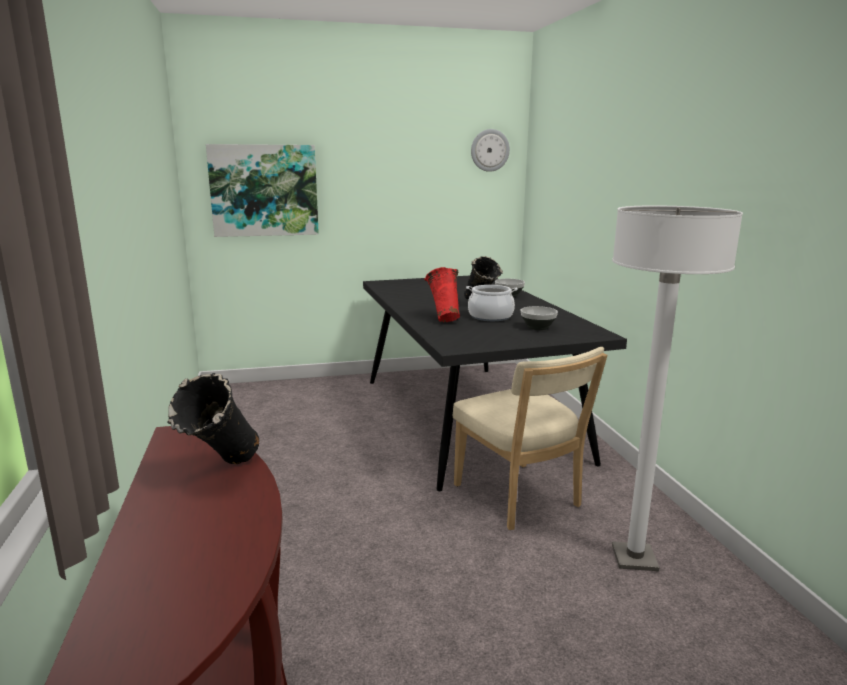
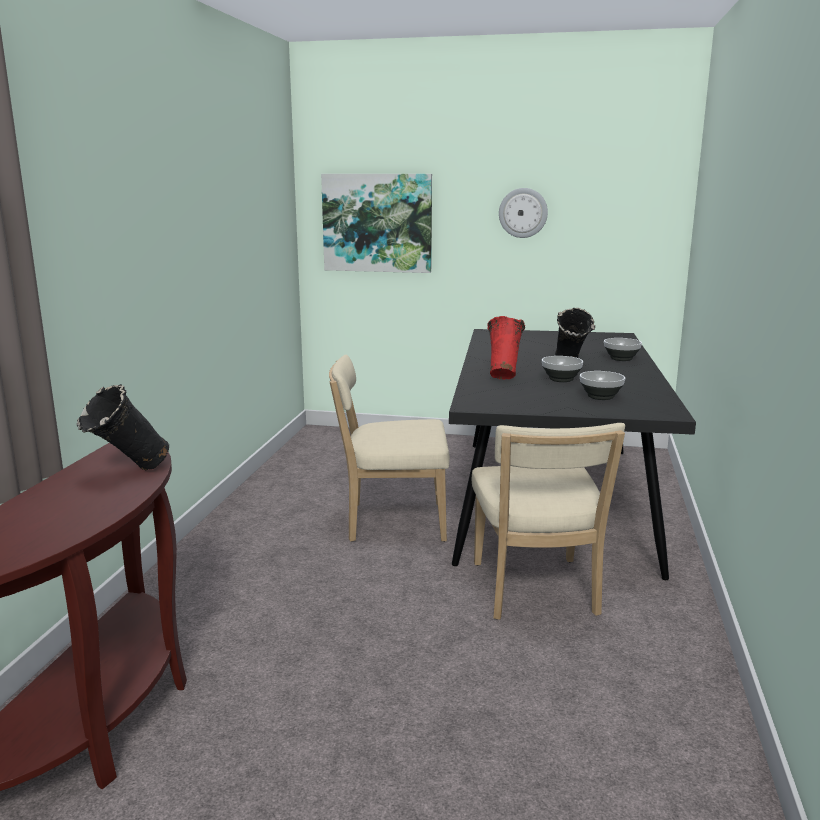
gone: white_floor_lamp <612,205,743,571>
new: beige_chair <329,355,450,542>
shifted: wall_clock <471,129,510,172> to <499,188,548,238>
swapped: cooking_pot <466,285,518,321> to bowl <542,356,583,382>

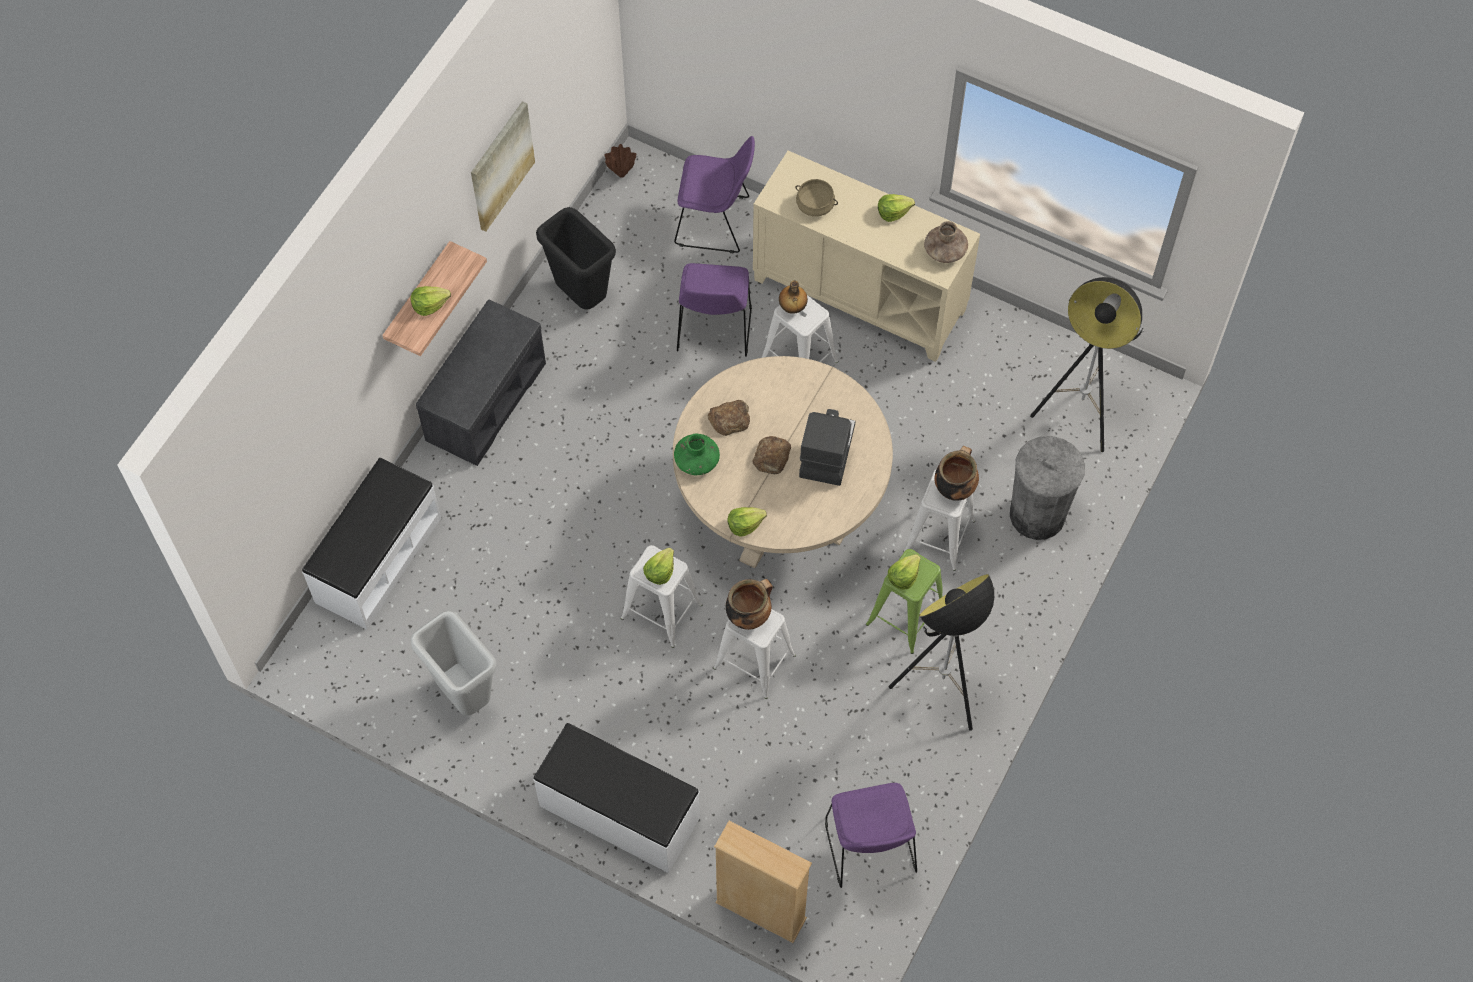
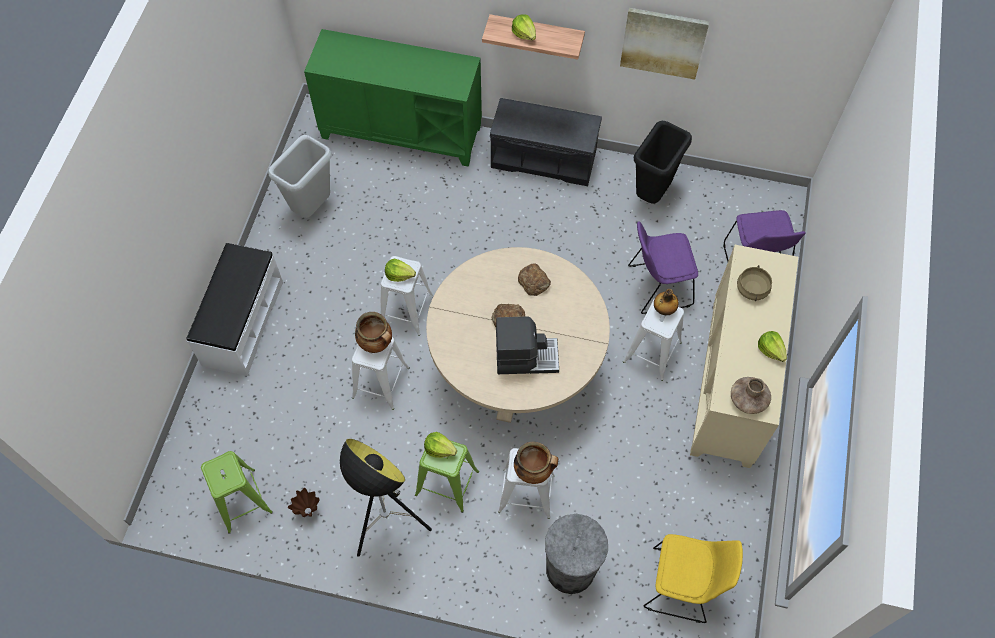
gone: green_vase <674,434,720,475>; beige_bookcase <714,821,812,943>; lettuce <727,507,767,537>
shifted: brown_vase <605,144,636,178> to <288,488,319,517>
swapped: white_bench <302,458,441,629> to green_cabinet <304,29,482,167>; purple_chair <825,783,917,888> to green_stool <201,451,273,534>; floor_lamp <1030,277,1144,452> to yellow_chair <644,534,743,623>

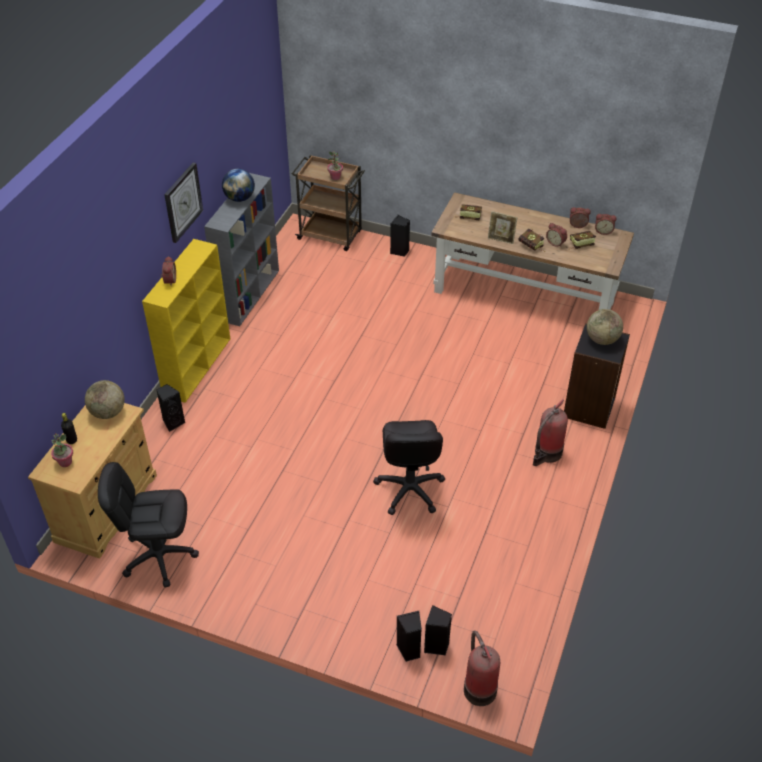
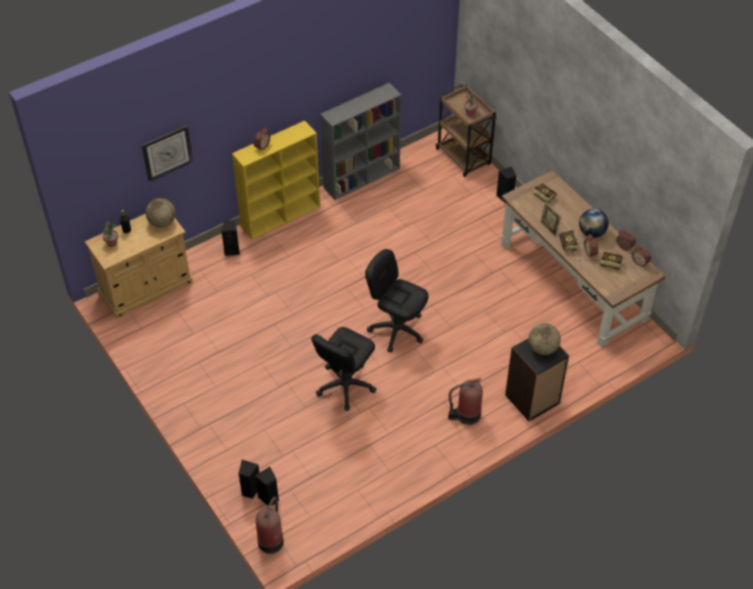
shifted: black_office_chair <98,462,199,588> to <365,249,428,353>; wall_clock <164,162,203,243> to <142,125,193,181>; globe <222,169,255,202> to <579,209,609,238>

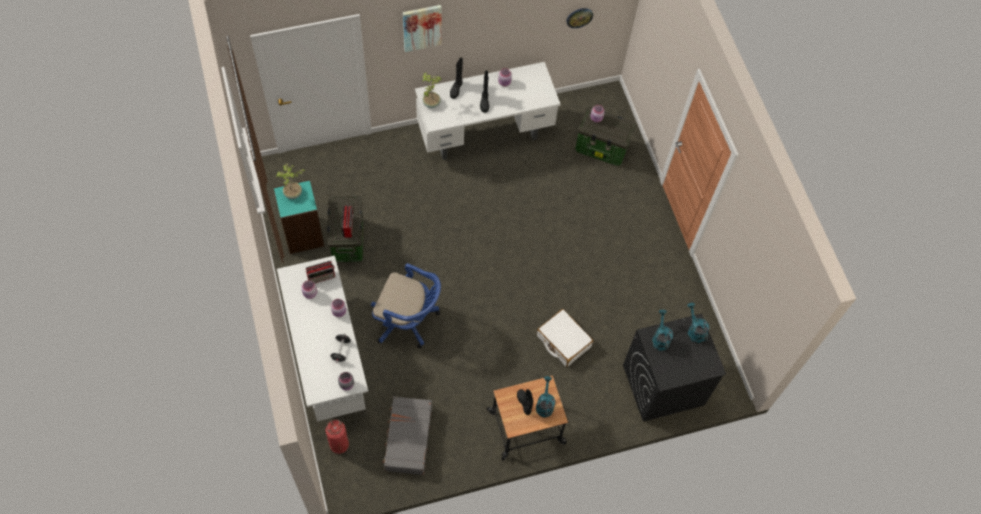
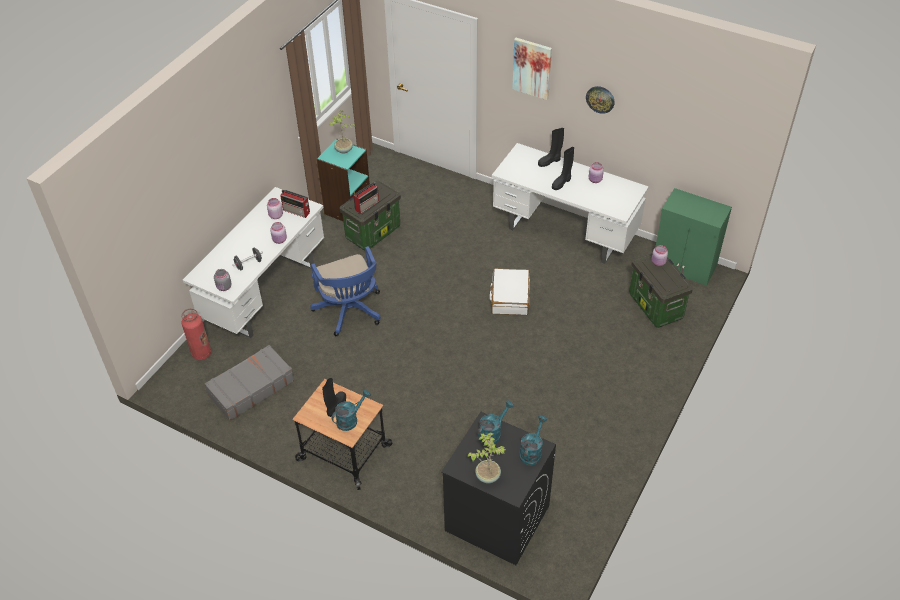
new: green_cabinet <655,188,732,286>
shifted: potted_plant <422,73,442,108> to <467,433,506,483>; white_suitcase <537,309,594,367> to <490,268,530,315>; wall_clock <567,8,593,28> to <586,86,615,114>

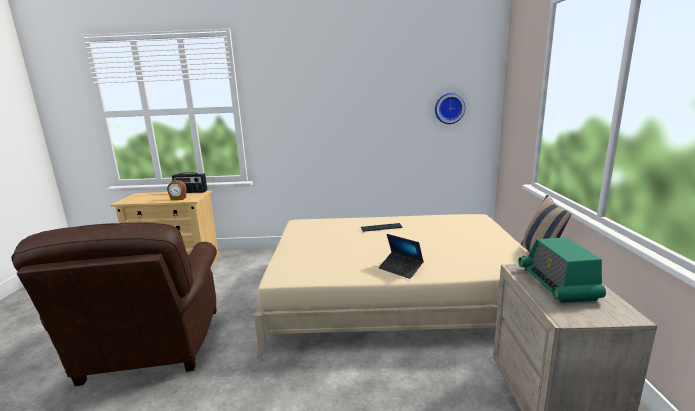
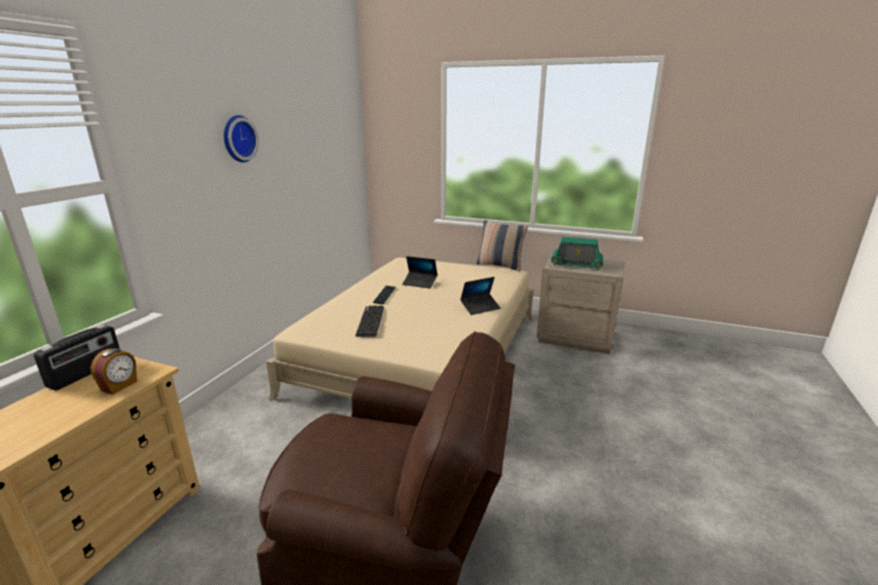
new: keyboard <355,306,384,337>; laptop <402,256,438,289>
shifted: wall_clock <435,93,465,124> to <224,115,259,162>

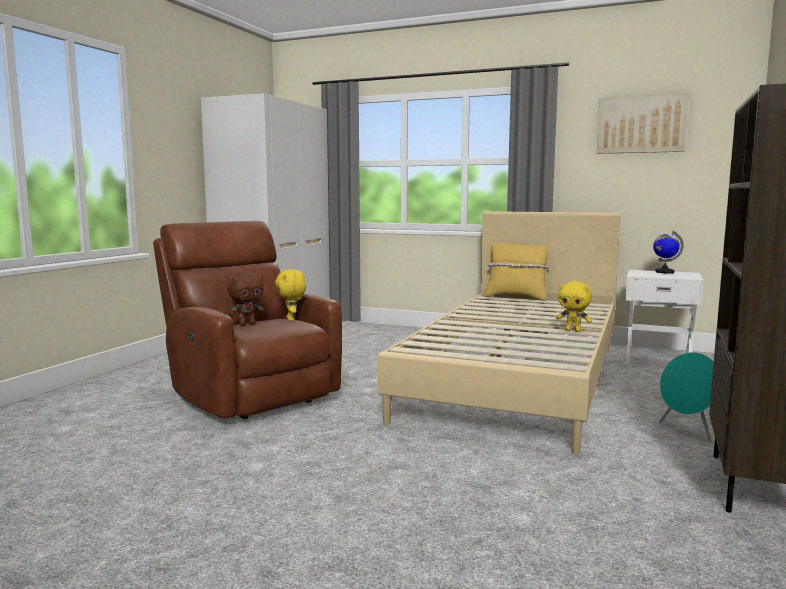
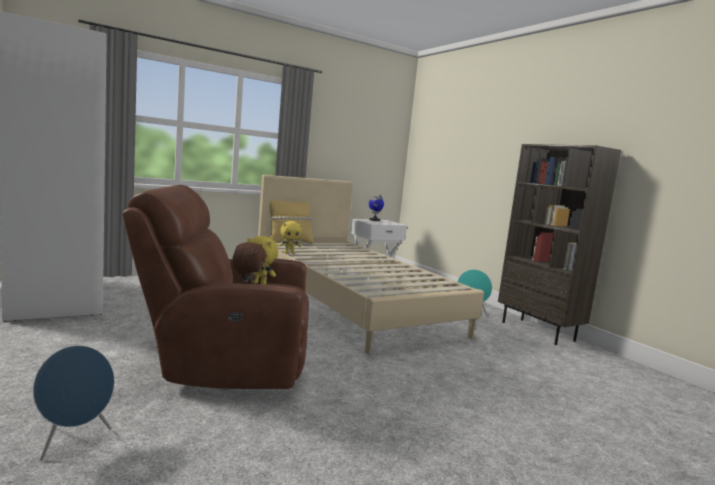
gone: picture <597,93,689,154>
new: blue_speaker <33,345,114,461>
shifted: yellow_plush_toy <556,281,592,332> to <278,221,302,254>

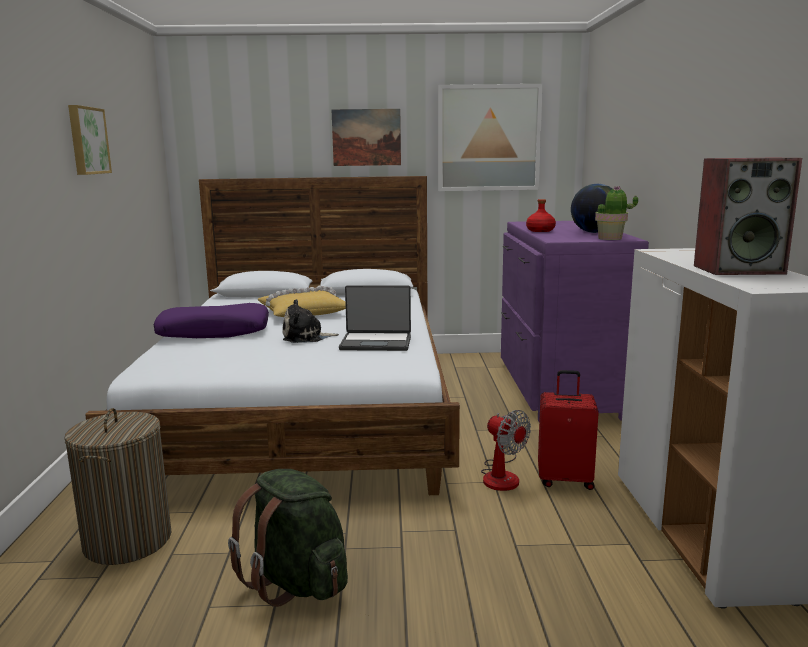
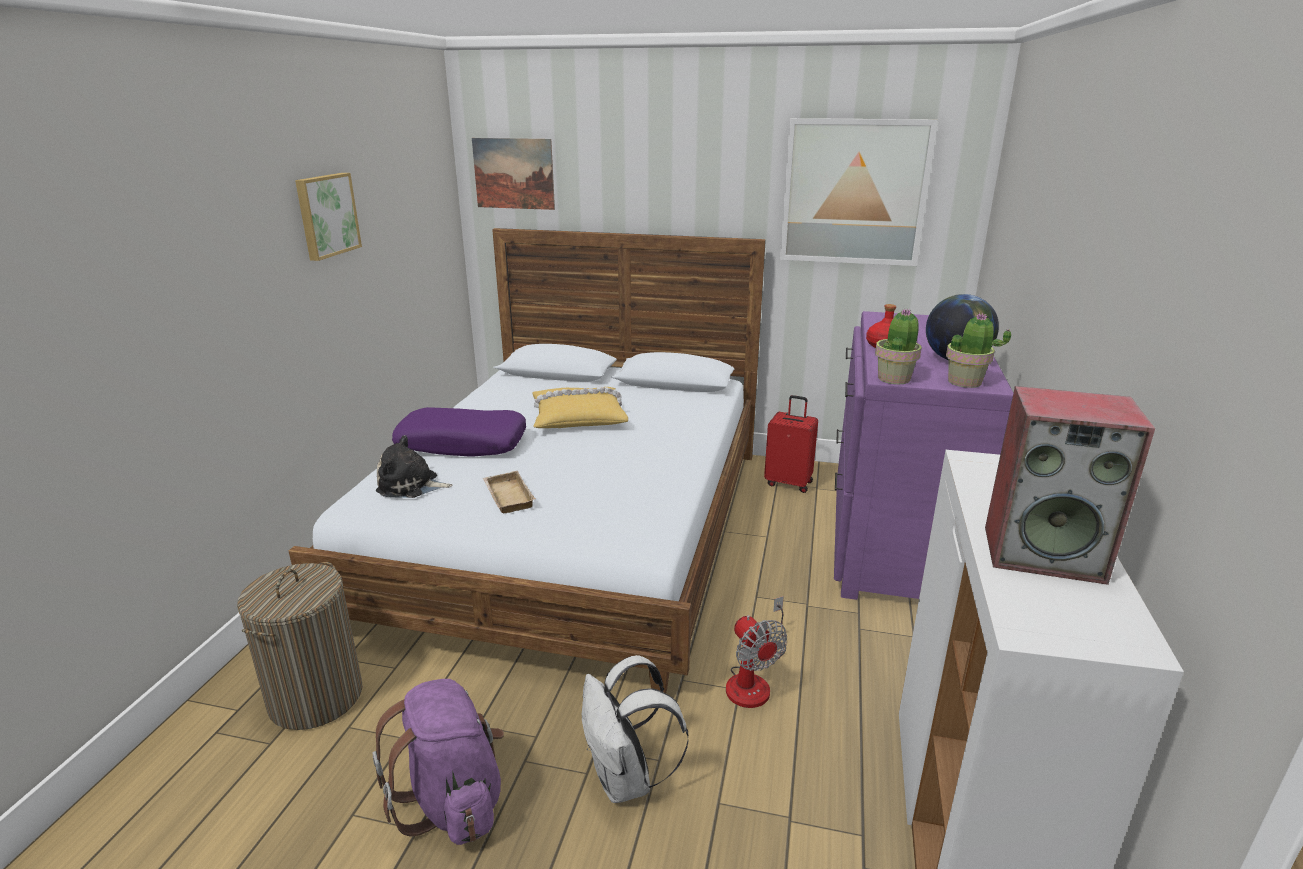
gone: laptop <339,286,411,351>
new: beige_tray <483,471,536,513>; white_backpack <582,655,689,803>; potted_plant <875,308,922,384>
shifted: plush_toy <283,299,339,343> to <376,435,453,498>; picture <331,109,401,166> to <472,138,555,210>; red_suitcase <538,370,599,490> to <764,395,818,493>
repainted: green_backpack <228,469,348,607> to purple_backpack <373,679,504,845>

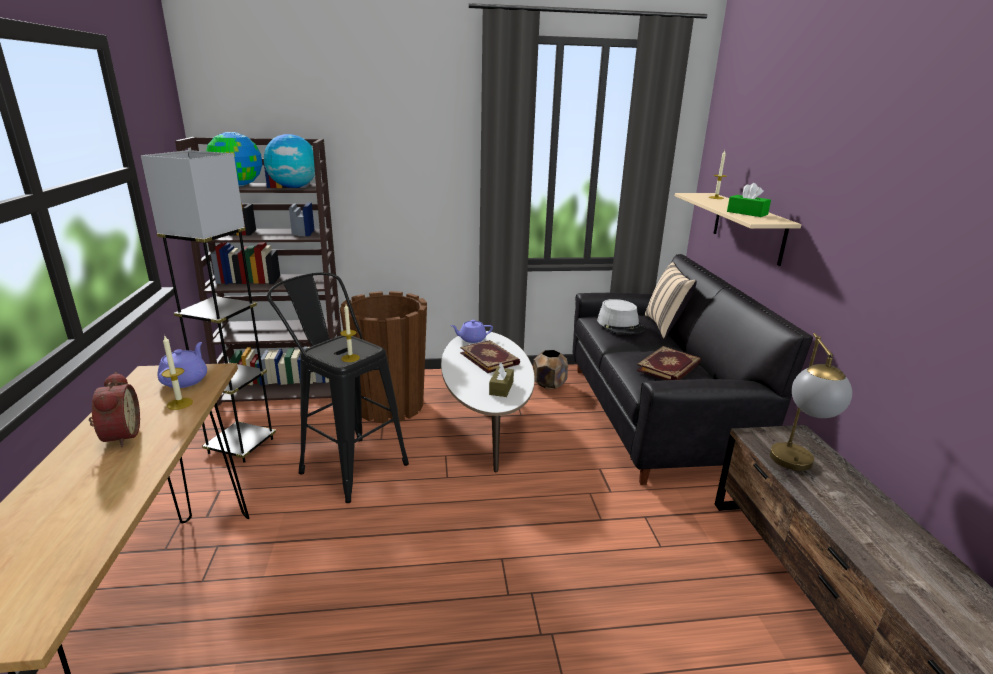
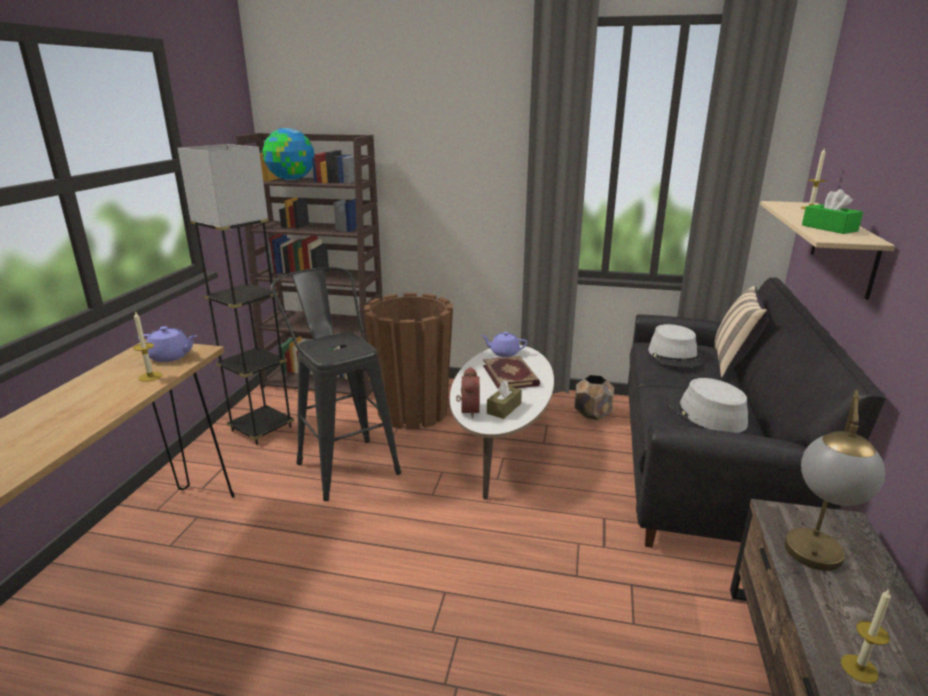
gone: globe <264,134,315,188>
shifted: alarm_clock <89,372,140,447> to <456,367,480,418>; candle <340,304,360,362> to <841,589,891,684>
swapped: book <636,346,701,380> to grey_hat <667,378,748,433>
rotated: purple_teapot <157,342,207,388> = <138,326,197,362> 75 degrees clockwise

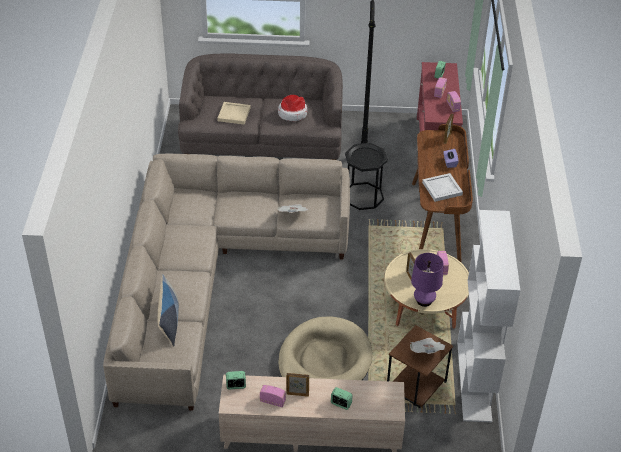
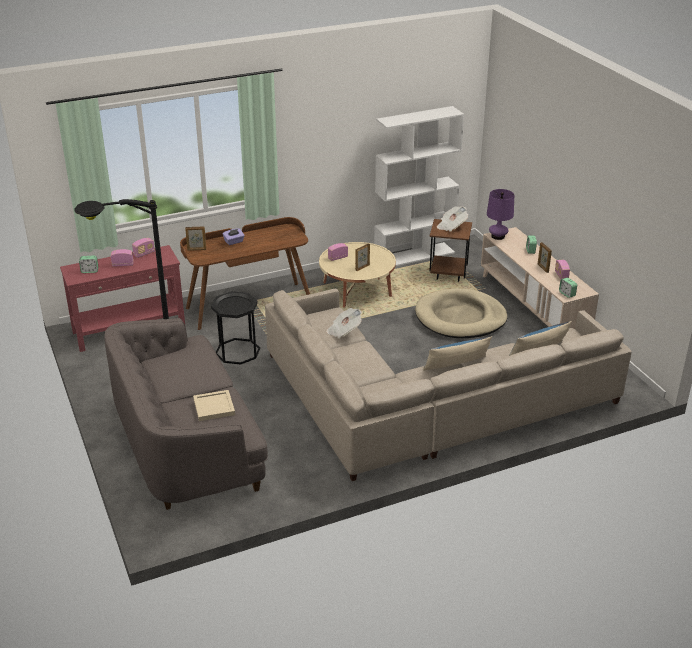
gone: hat <278,95,307,121>; white_tray <422,173,463,202>
new: pillow <423,336,492,371>
shifted: purple_table_lamp <411,253,444,307> to <487,189,514,240>

